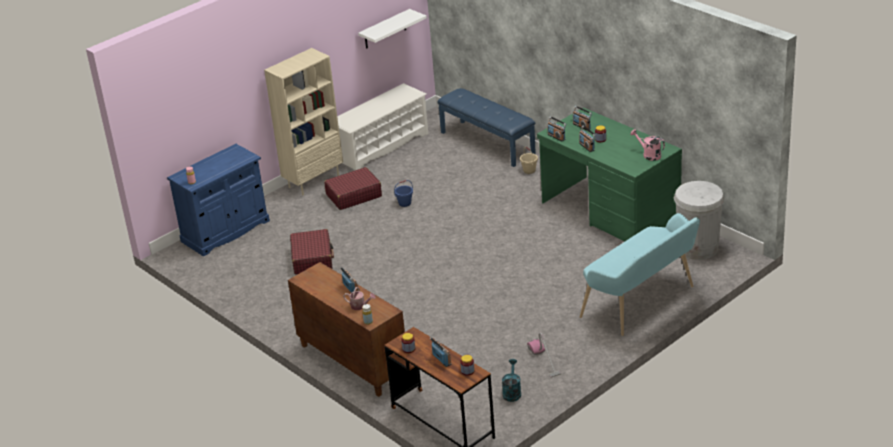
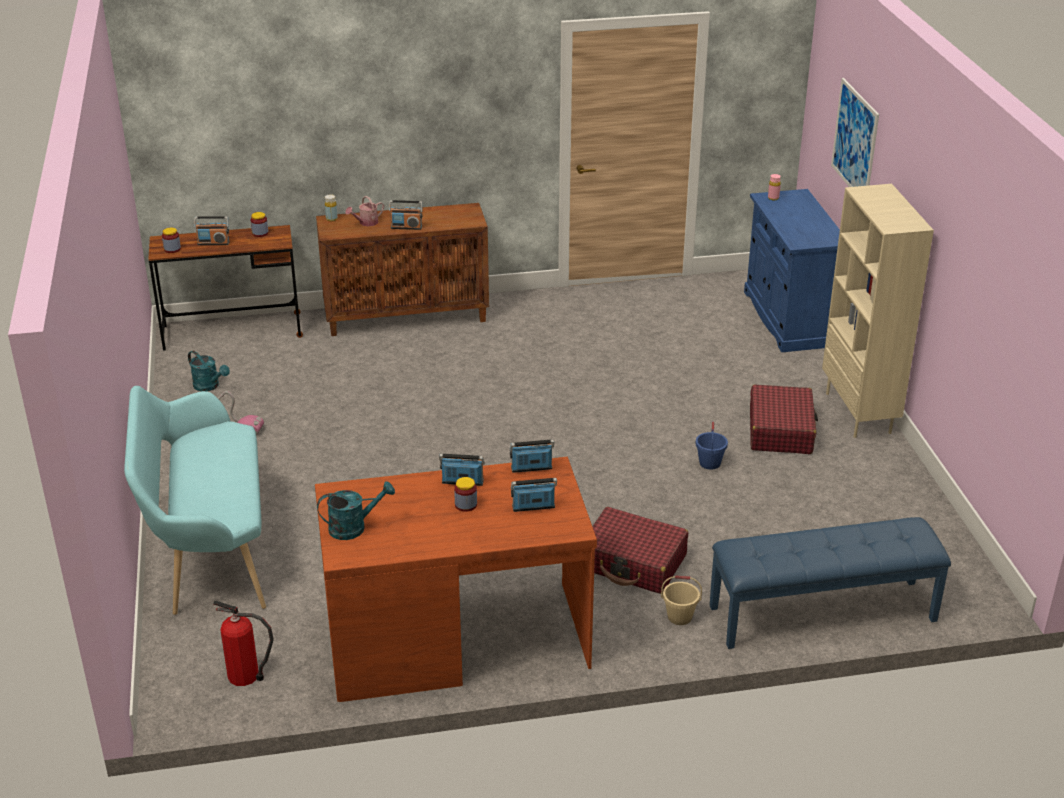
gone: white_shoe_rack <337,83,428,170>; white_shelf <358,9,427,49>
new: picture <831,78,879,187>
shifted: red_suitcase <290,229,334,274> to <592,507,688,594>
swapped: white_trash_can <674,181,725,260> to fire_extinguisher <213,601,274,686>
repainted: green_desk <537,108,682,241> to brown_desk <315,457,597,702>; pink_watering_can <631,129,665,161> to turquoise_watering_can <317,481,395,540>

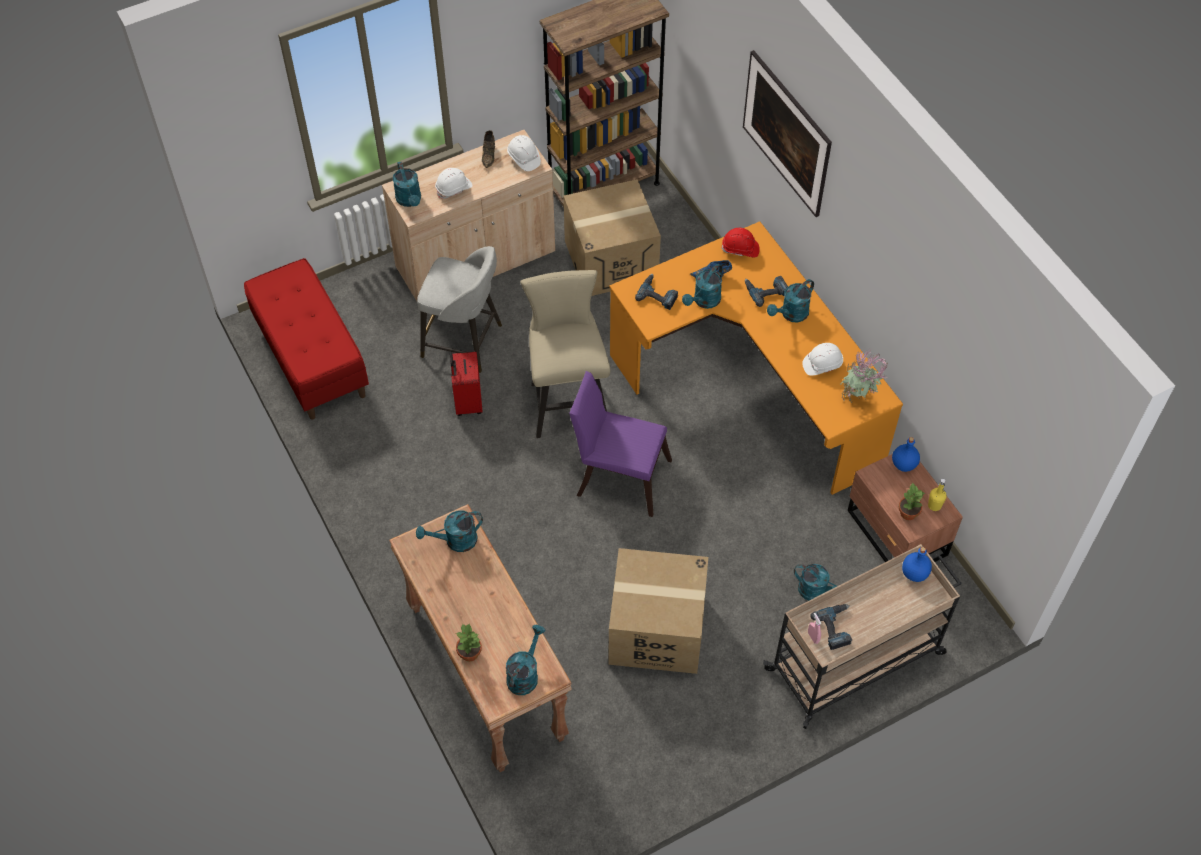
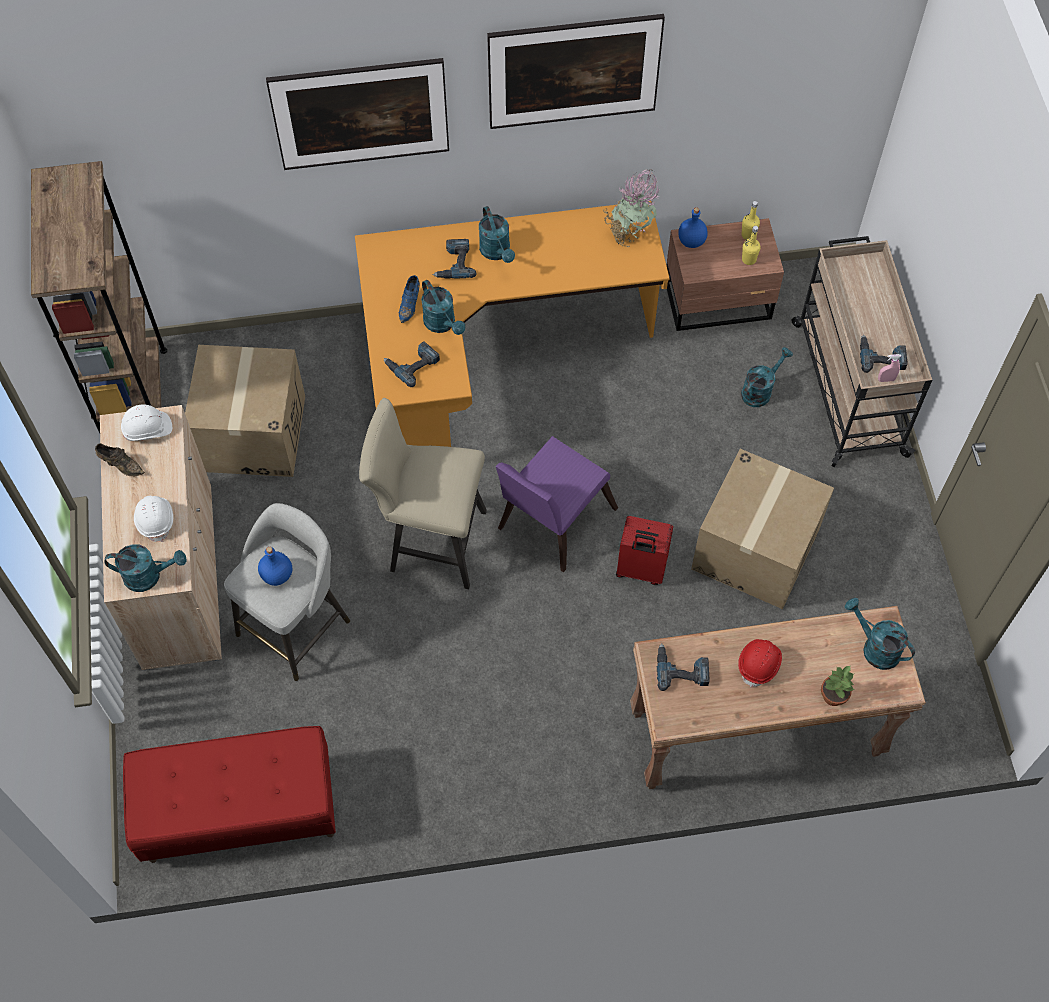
gone: white_hard_hat <802,343,843,376>
new: picture <487,14,665,129>
shifted: red_suitcase <450,352,483,416> to <616,516,673,585>; red_hard_hat <721,228,760,257> to <738,639,782,688>; blue_bottle <902,547,932,582> to <258,547,292,586>
swapped: turquoise_watering_can <416,510,483,552> to power_drill <657,643,710,691>; potted_plant <899,482,925,520> to yellow_bottle <742,226,761,265>

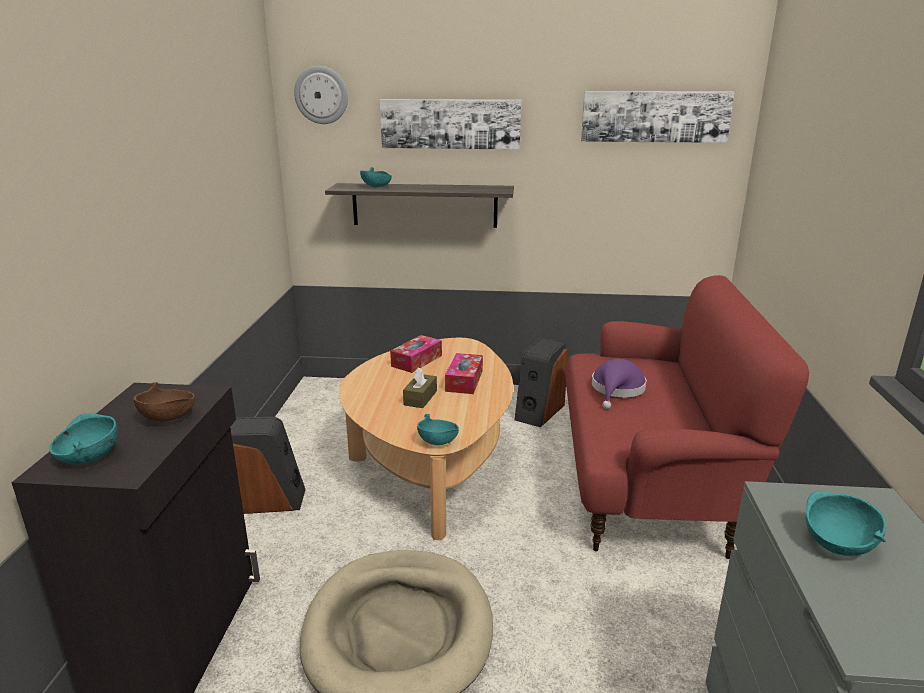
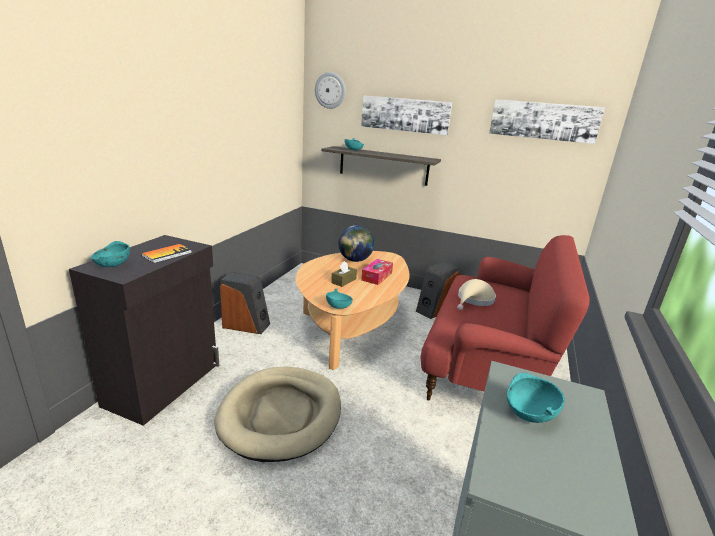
swapped: brown_bowl <134,382,195,422> to book <141,244,192,263>; tissue_box <390,335,442,373> to globe <338,225,374,262>
repainted: purple_hat <592,359,647,409> to beige_hat <457,279,496,310>

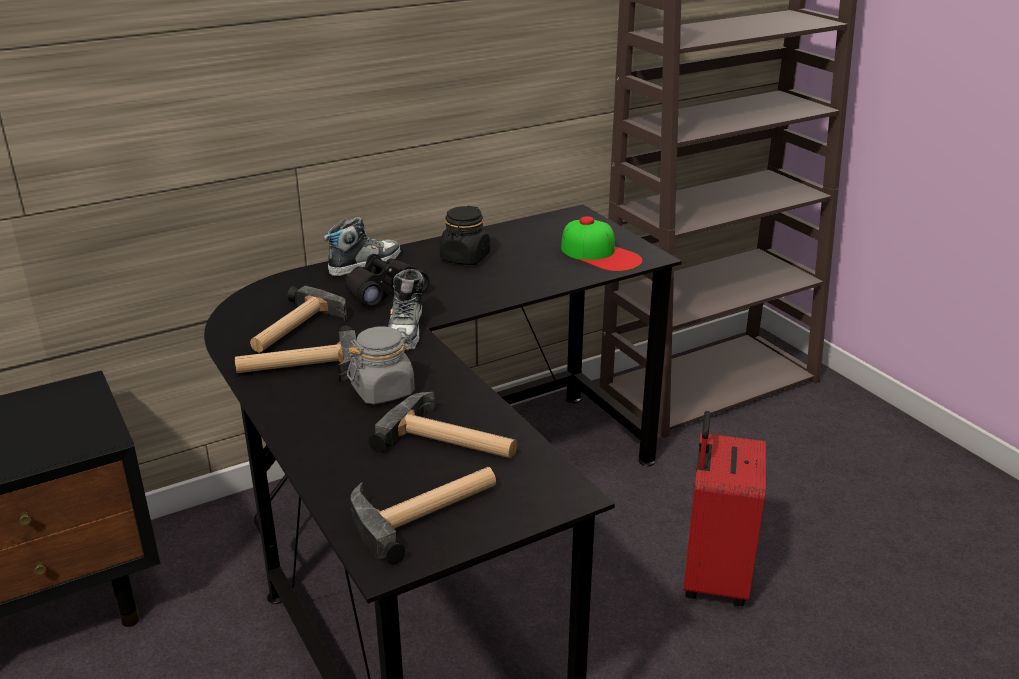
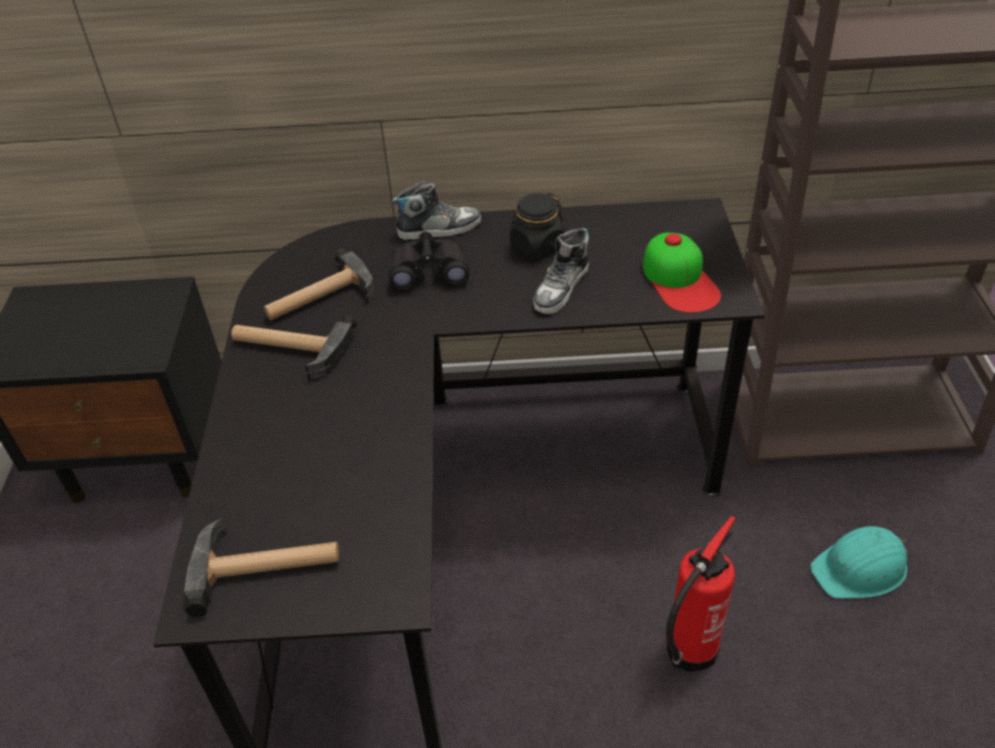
gone: grey_jar <347,326,416,404>; hammer <369,392,517,458>
new: turquoise_hard_hat <810,526,907,599>
shifted: shoe <388,269,423,349> to <534,228,589,314>
swapped: red_suitcase <683,411,766,606> to fire_extinguisher <666,516,736,672>

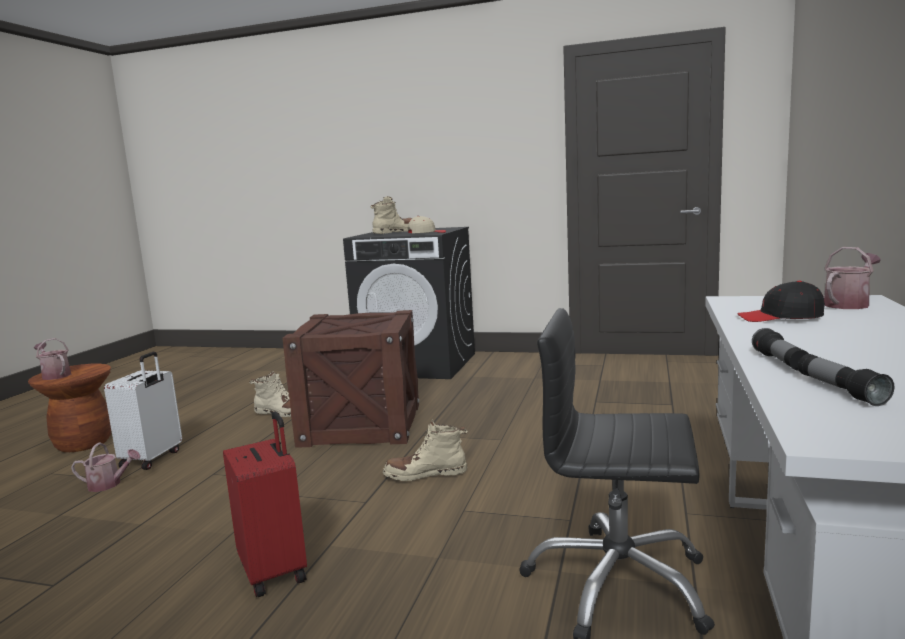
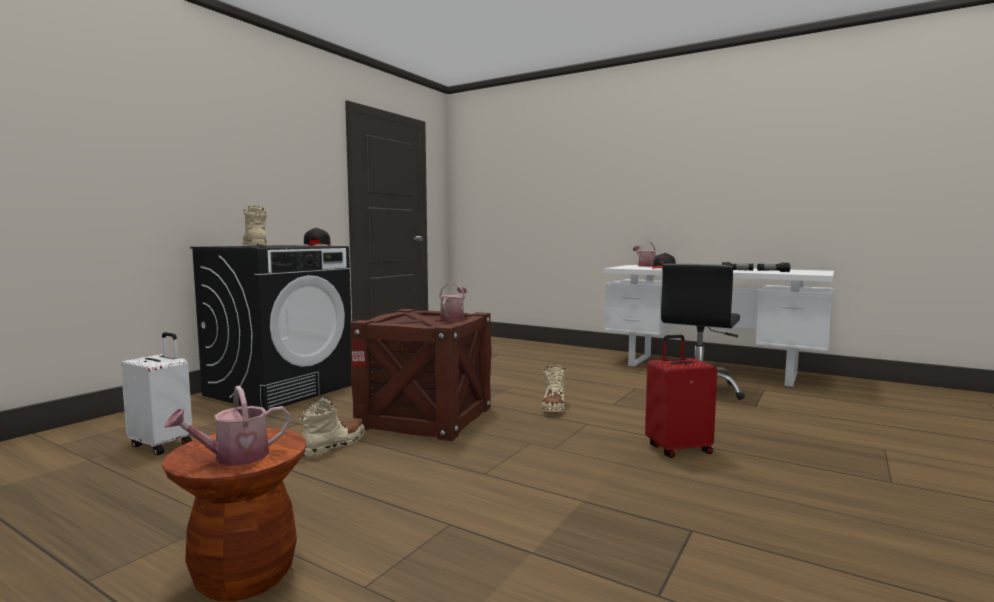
shifted: watering_can <71,443,141,492> to <439,283,467,321>; white_suitcase <104,352,182,470> to <121,332,192,455>
repainted: beige_cap <408,216,446,233> to black_cap <304,227,331,246>

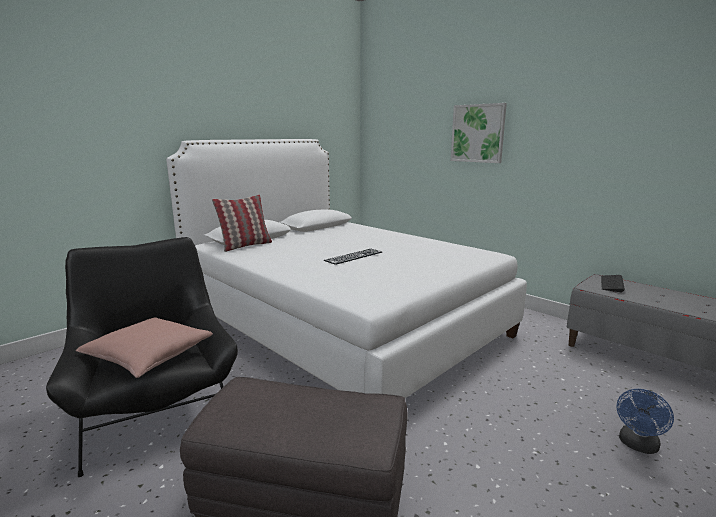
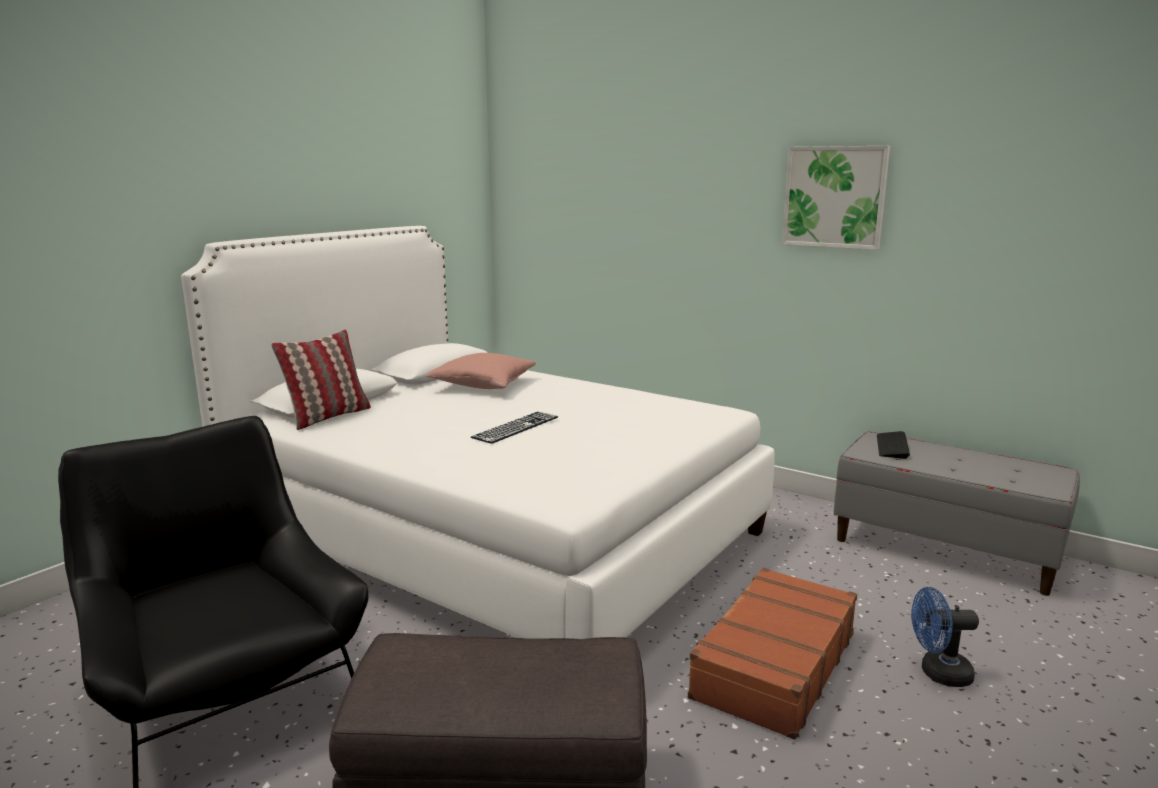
new: brown_suitcase <688,567,857,740>
shifted: pink_pillow <76,317,213,378> to <426,353,536,389>; picture <451,103,507,163> to <782,146,890,250>
rotated: blue_fan <617,389,674,454> = <911,587,979,687> 60 degrees clockwise

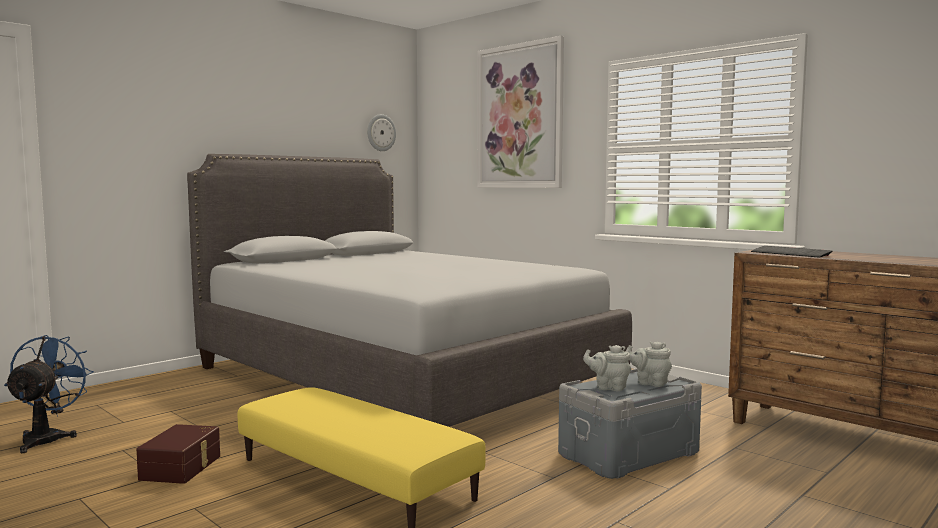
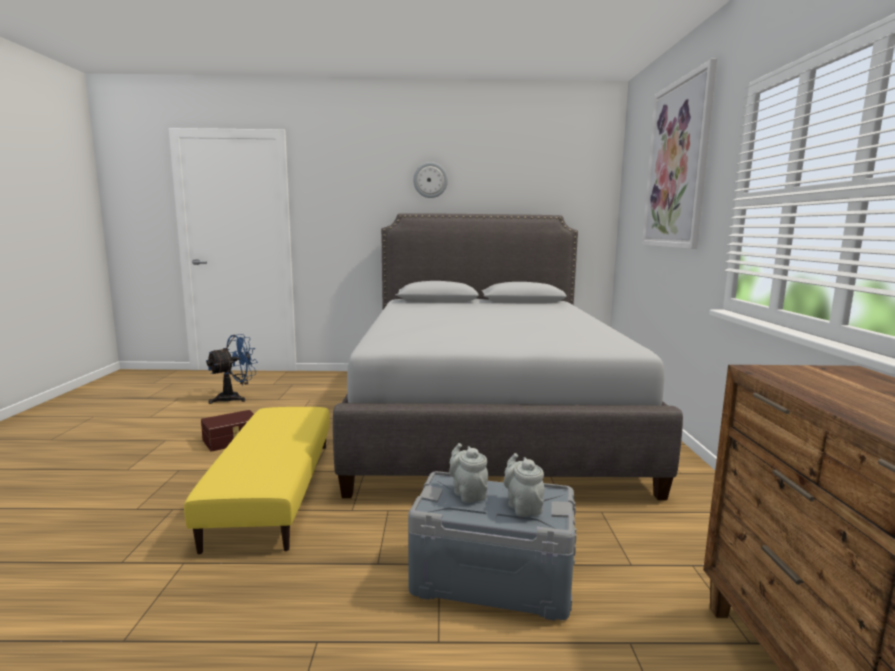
gone: keyboard <751,246,832,258>
shifted: wall_clock <367,114,396,151> to <413,162,448,198>

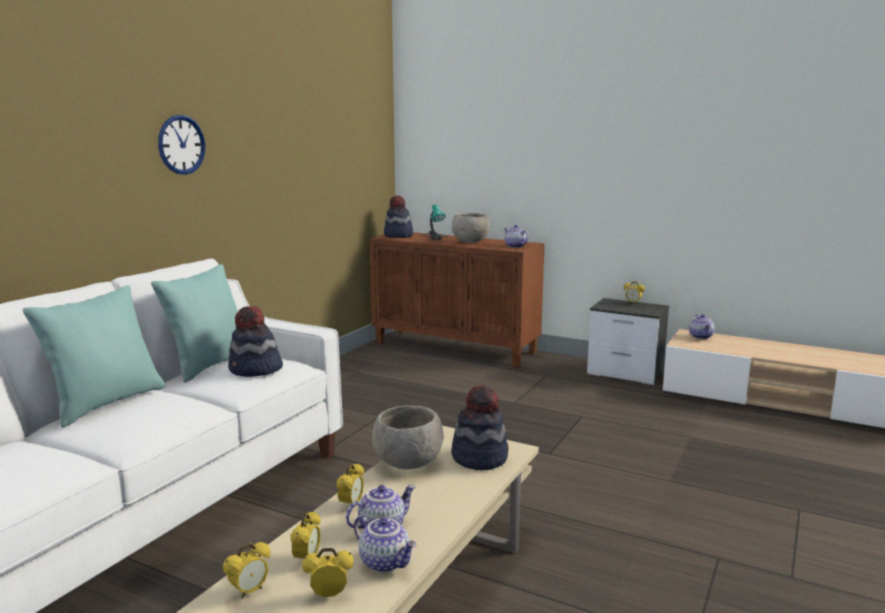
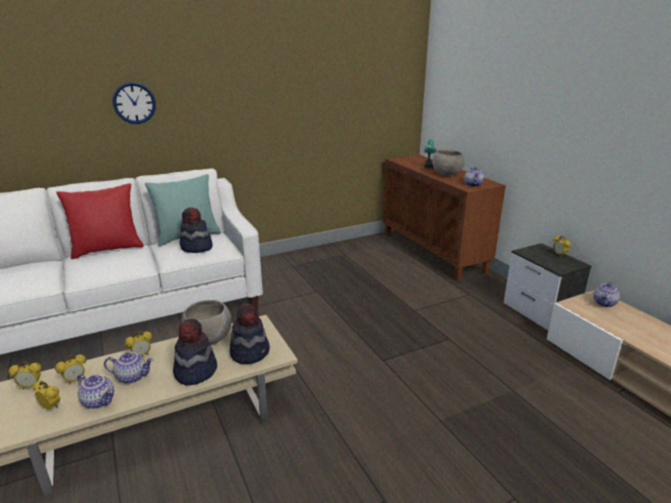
shifted: wall_clock <158,115,205,175> to <113,82,156,124>; hat <384,196,413,238> to <173,319,217,386>
repainted: turquoise_pillow <22,285,165,427> to red_pillow <56,183,144,259>
rotated: teapot <354,515,416,573> = <77,374,114,409> 45 degrees counterclockwise

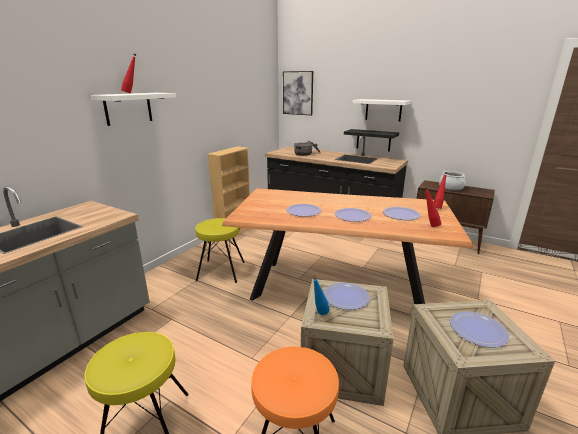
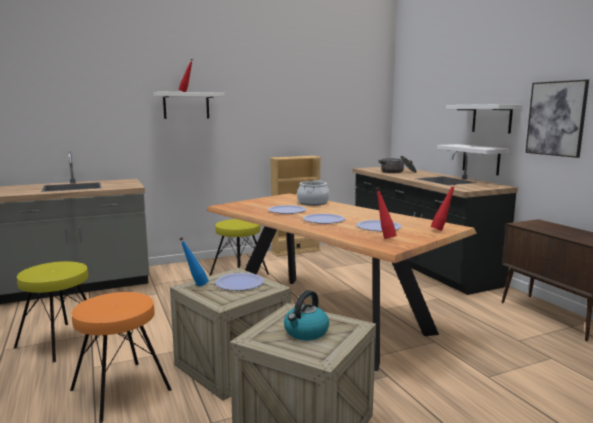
shifted: picture <283,71,313,115> to <525,80,589,158>; cooking_pot <439,170,465,191> to <297,180,330,206>
swapped: plate <450,311,510,348> to kettle <284,290,329,341>
repainted: black_shelf <344,129,399,152> to white_shelf <437,144,509,175>

